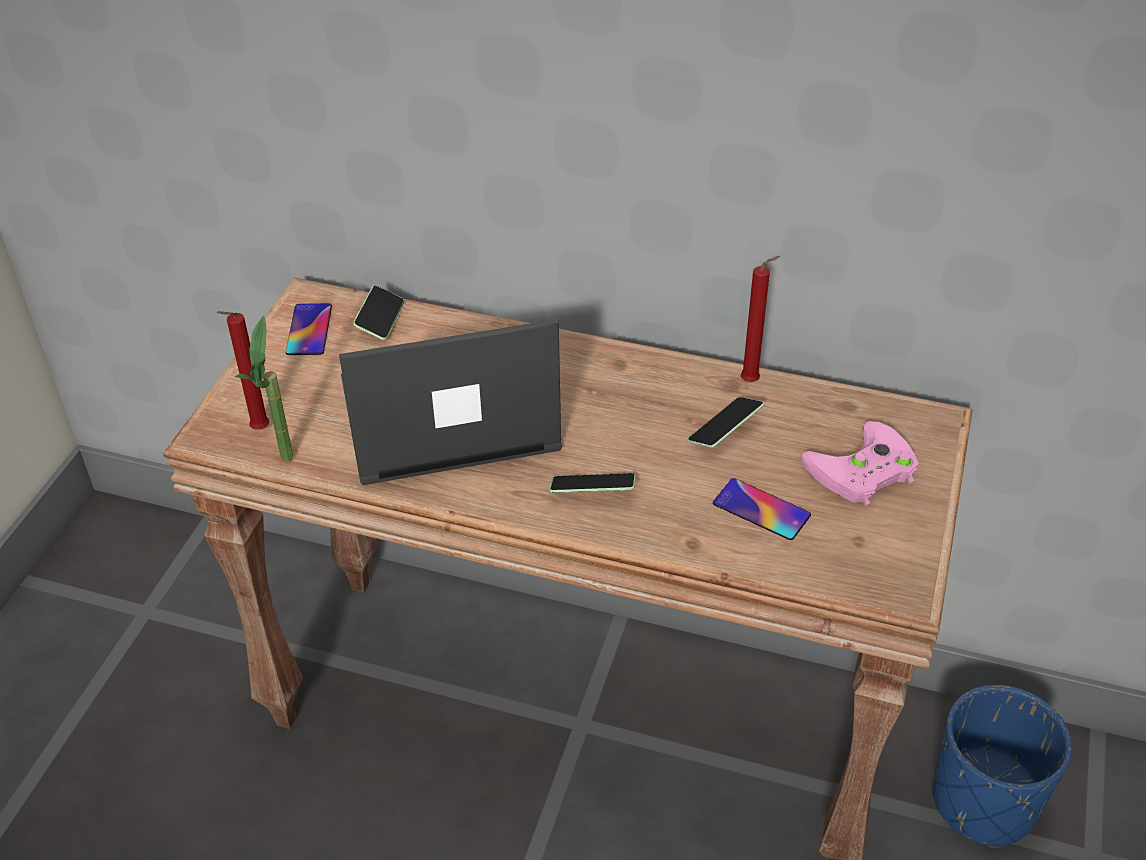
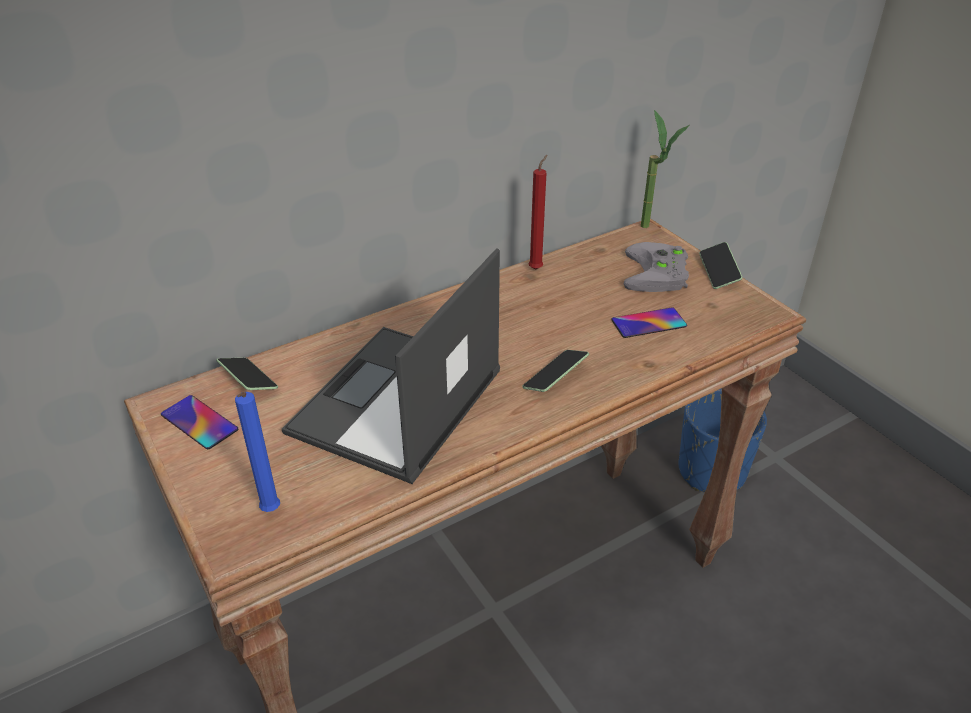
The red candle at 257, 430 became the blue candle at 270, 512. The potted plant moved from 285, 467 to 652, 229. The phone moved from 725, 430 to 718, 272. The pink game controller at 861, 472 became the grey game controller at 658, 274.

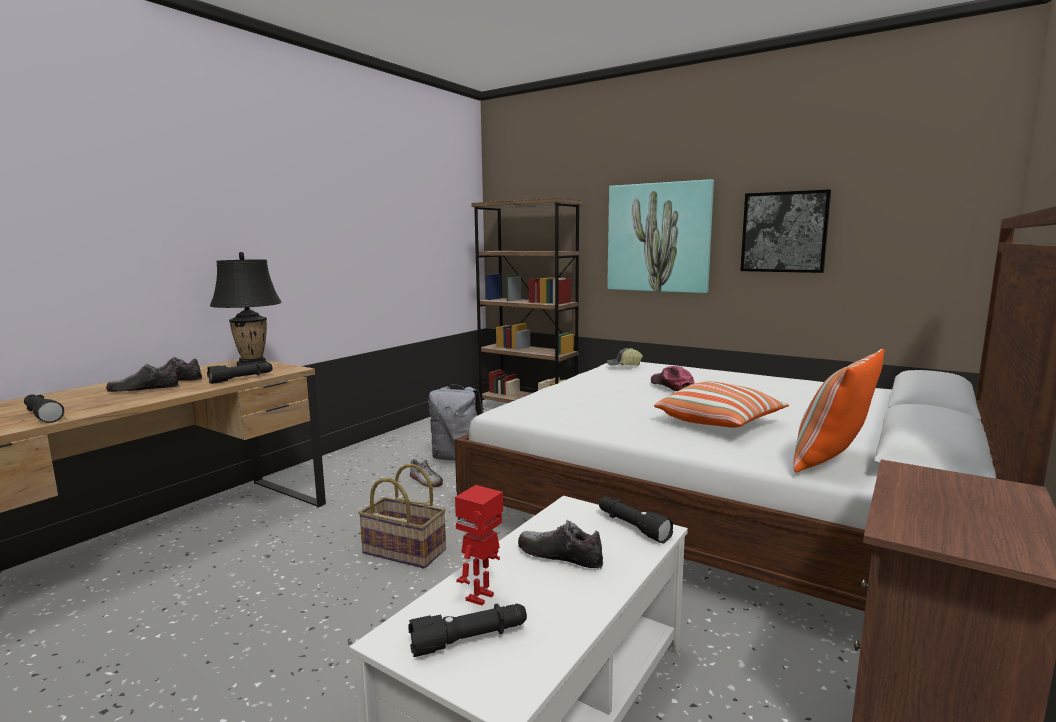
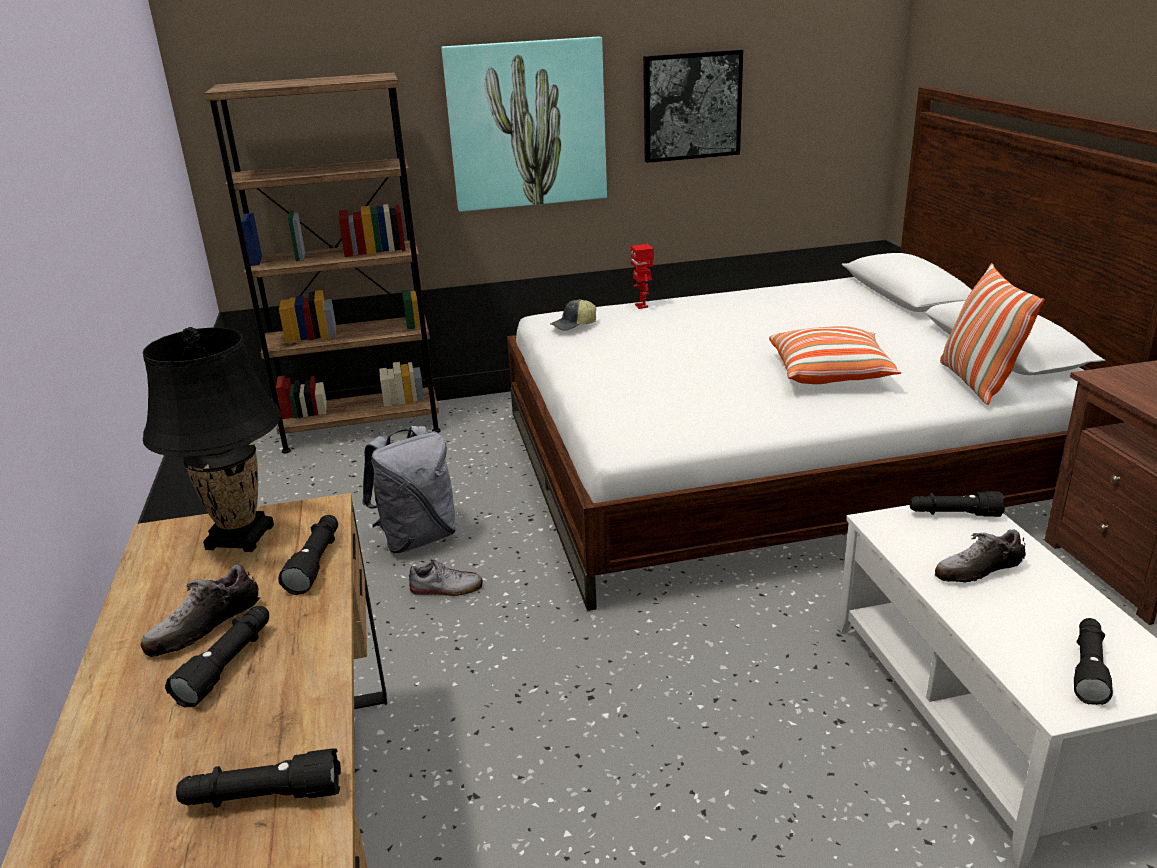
The shoe at 144, 390 was replaced by the black flashlight at 228, 664. The cap at 672, 386 disappeared. The basket at 403, 552 disappeared. The toy robot moved from 481, 597 to 642, 306.

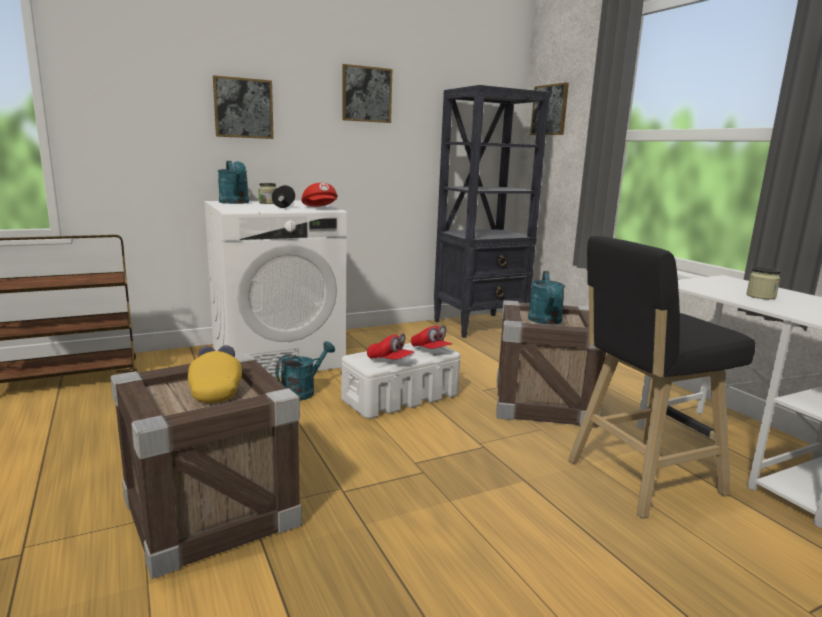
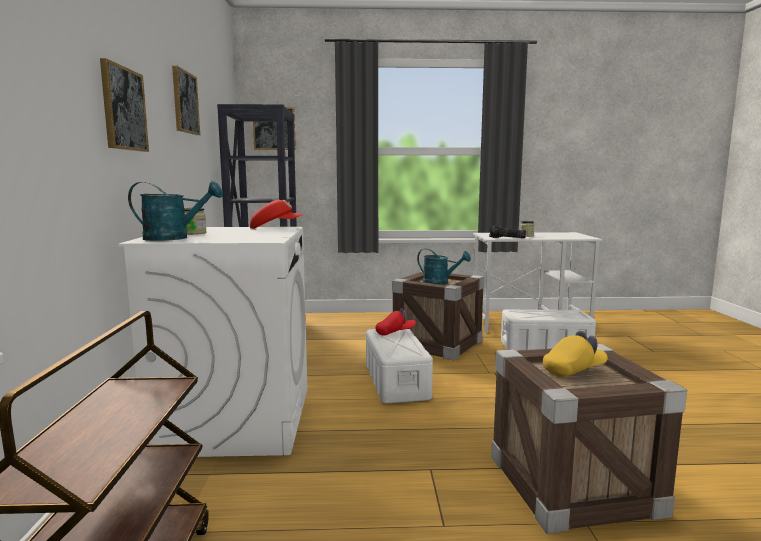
The dumbbell at 284, 206 disappeared. The black stool at 638, 478 was replaced by the white storage box at 544, 347. The red cap at 390, 360 disappeared. The turquoise watering can at 302, 391 disappeared. The yellow cap at 216, 390 turned 150 degrees clockwise. The flashlight at 506, 238 appeared.

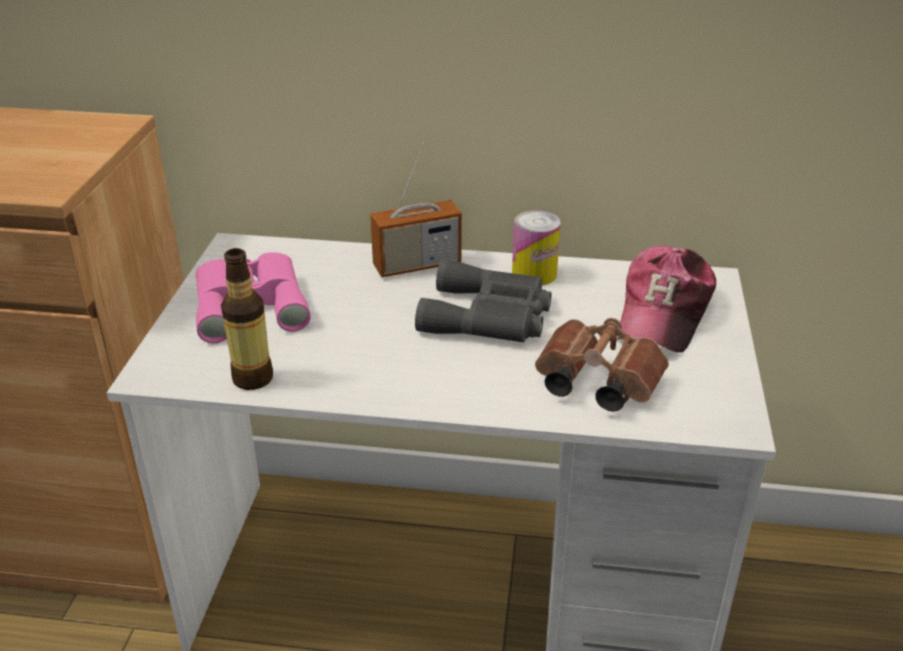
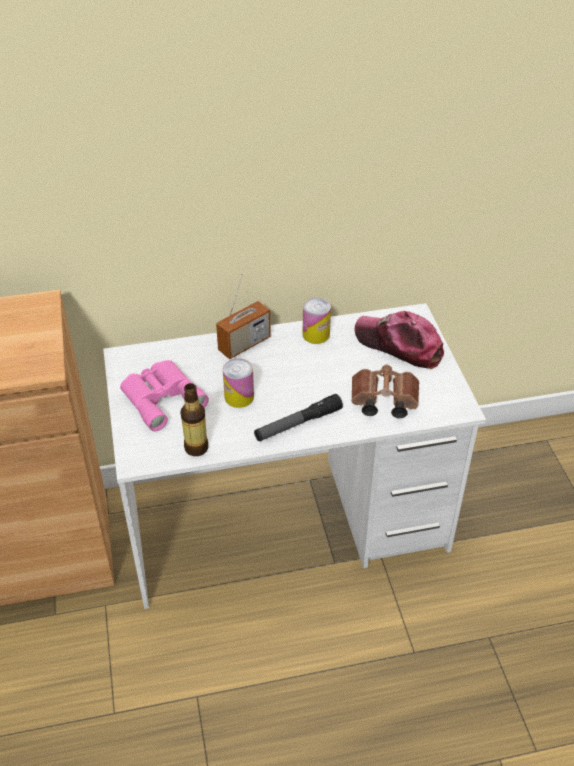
The cap at 664, 313 turned 120 degrees clockwise. The grey binoculars at 489, 316 disappeared. The can at 239, 397 appeared. The flashlight at 298, 424 appeared.

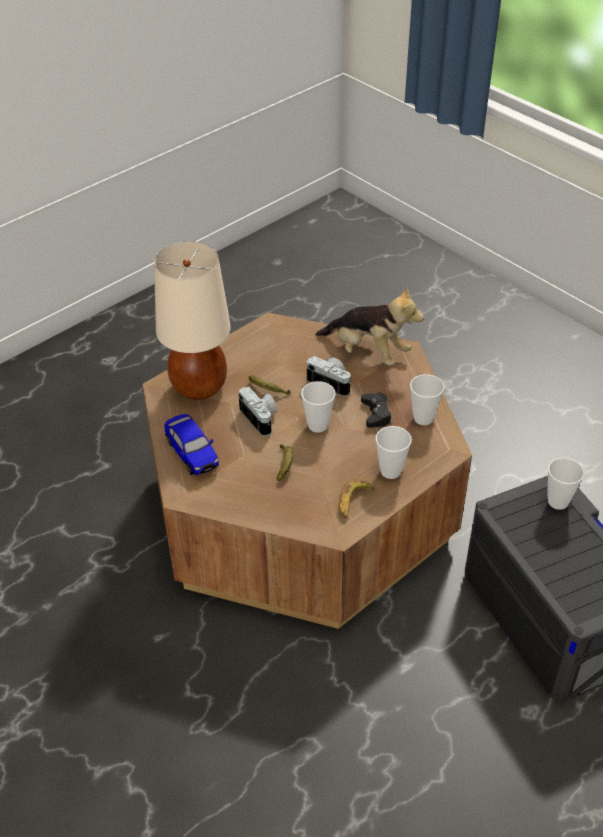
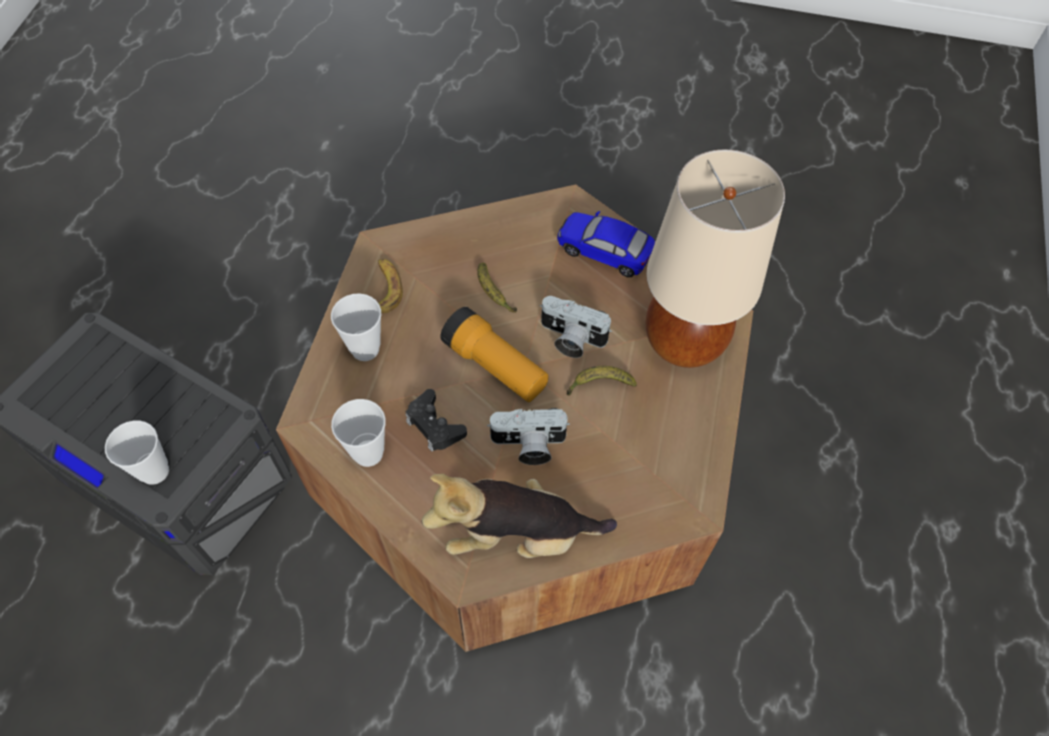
The cup at 318, 425 was replaced by the flashlight at 495, 366.

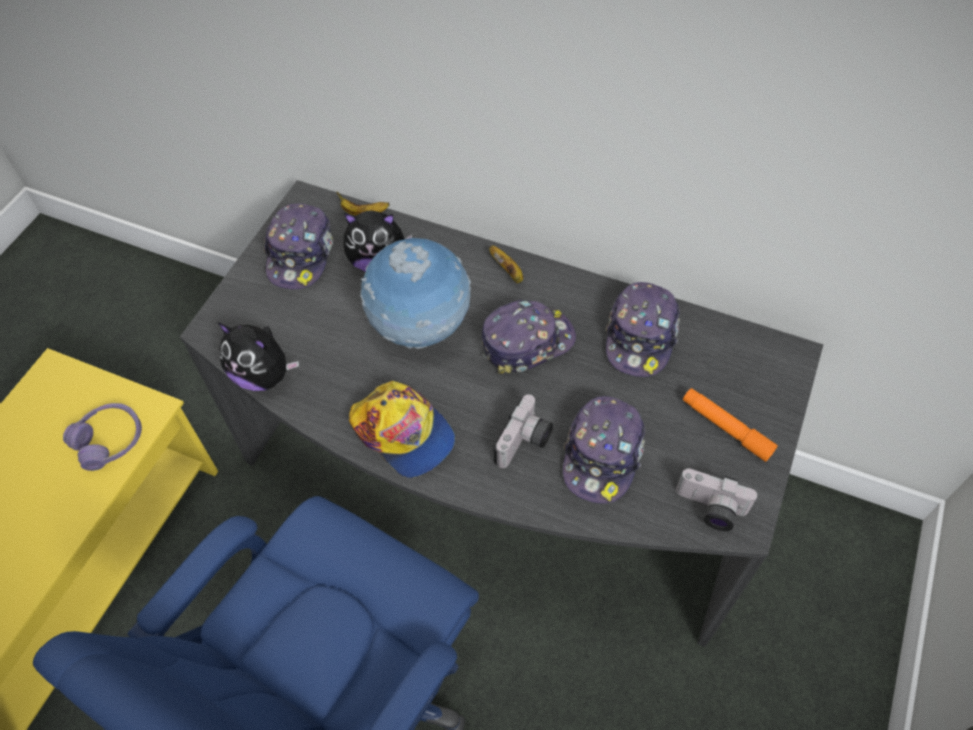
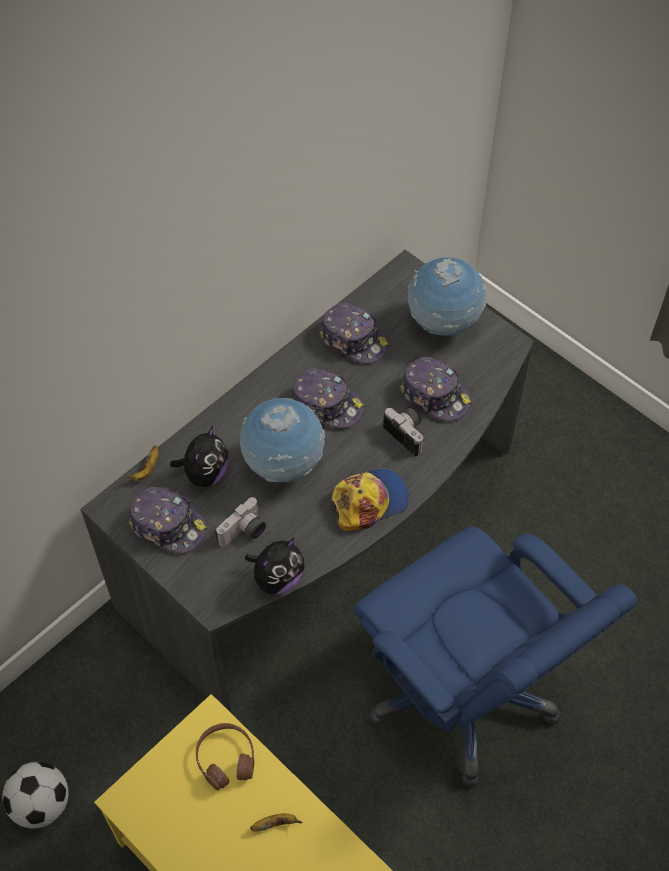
The banana moved from 508, 271 to 275, 824. The cap at 527, 342 turned 120 degrees clockwise. The orange flashlight at 726, 428 was replaced by the globe at 443, 324. The purple headphones at 110, 441 became the brown headphones at 226, 759. The photo camera moved from 709, 509 to 244, 532. The football at 41, 804 appeared.

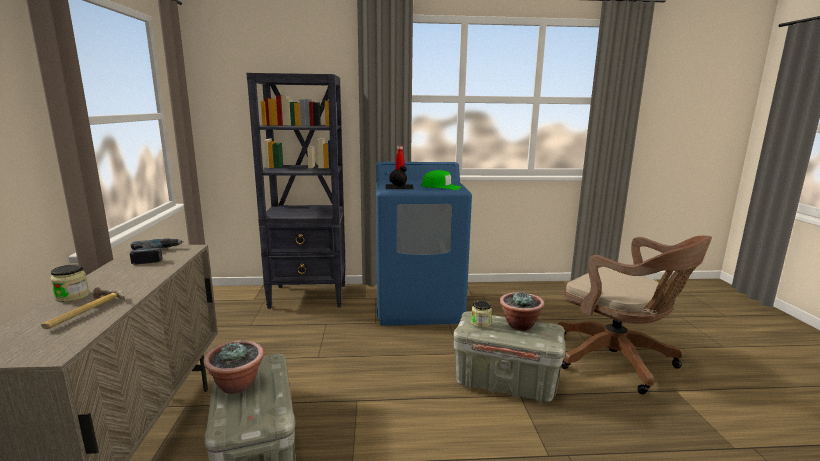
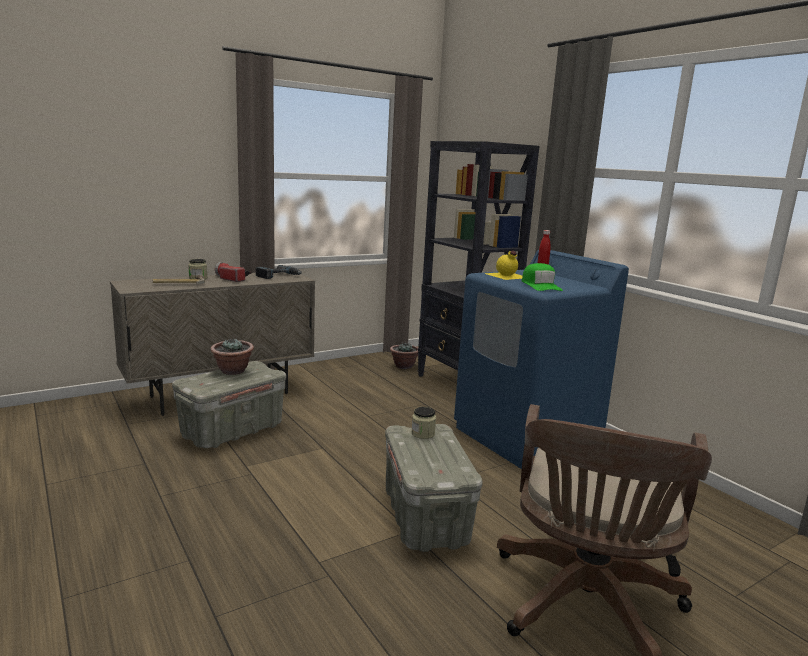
The black bottle at 399, 186 became the yellow bottle at 507, 275. The potted plant moved from 519, 325 to 404, 366. The flashlight at 230, 278 appeared.

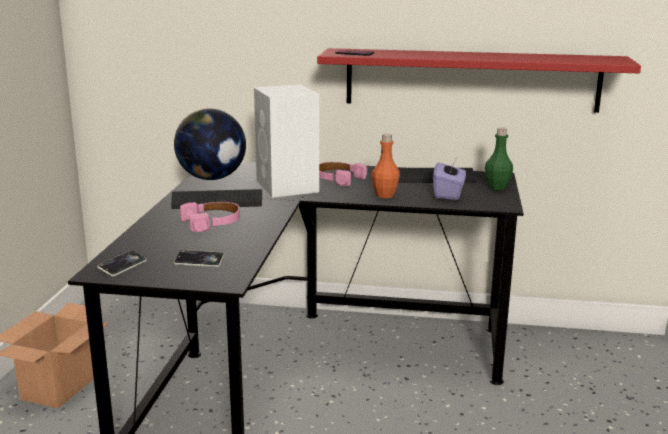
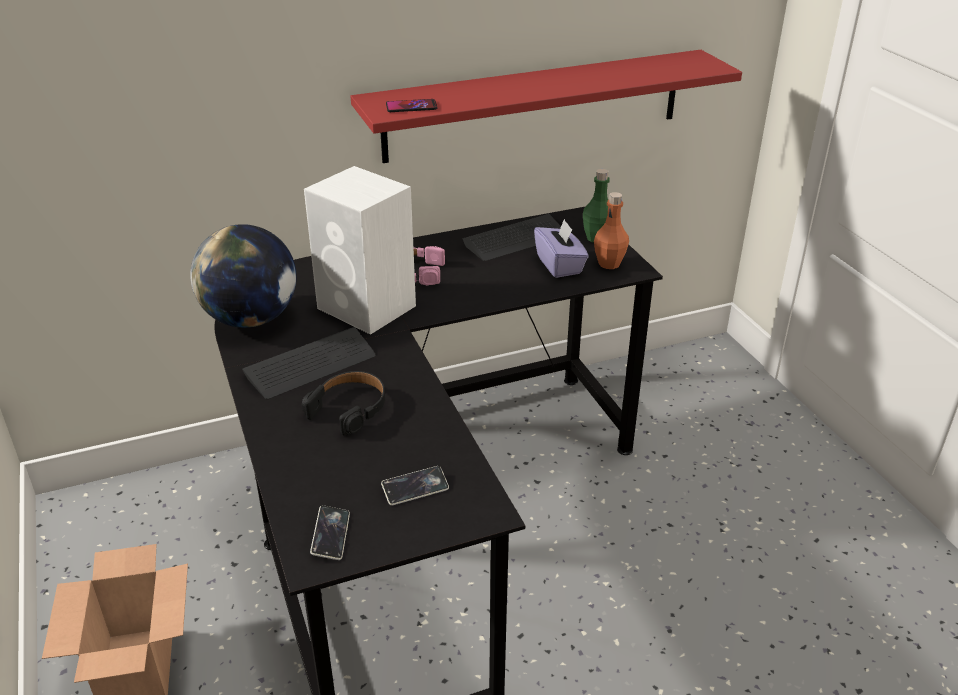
The orange bottle moved from 385, 195 to 609, 264. The pink headphones at 212, 222 became the black headphones at 349, 408.

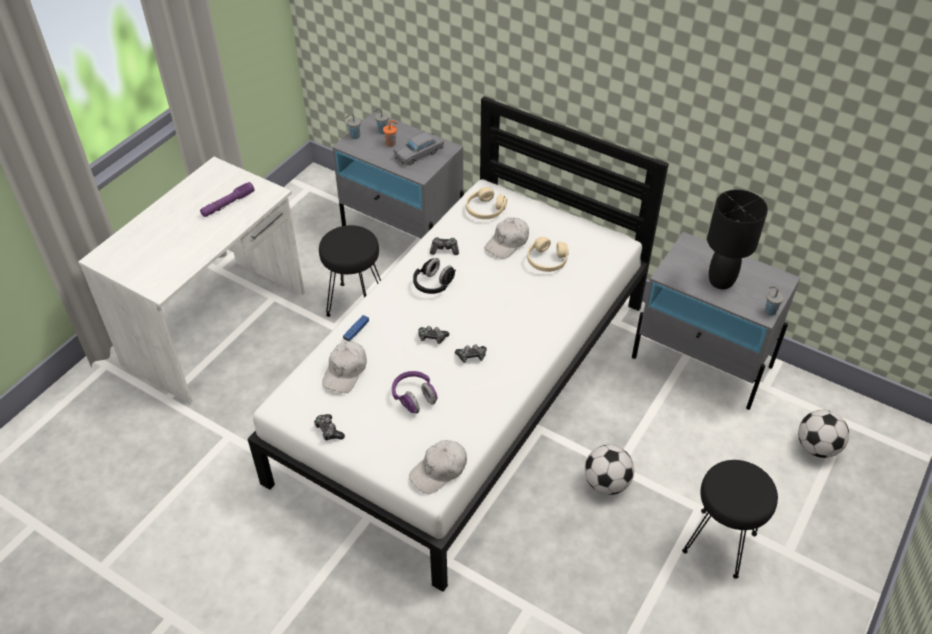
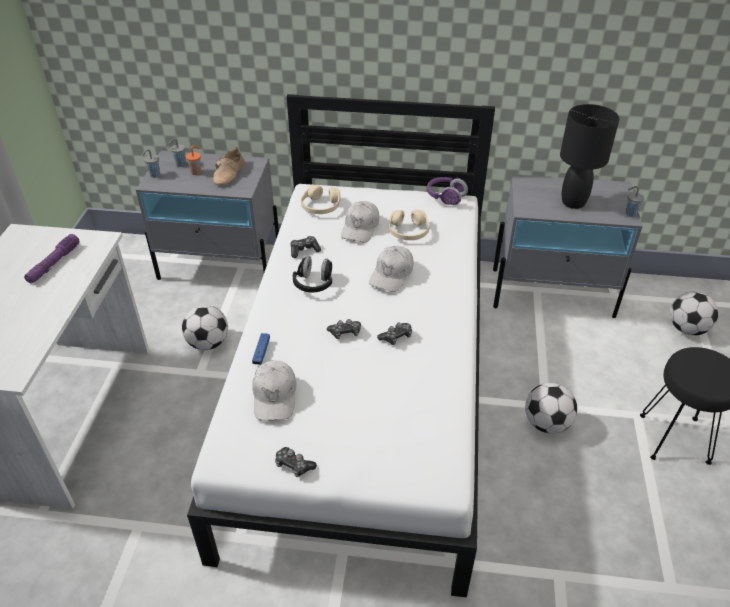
The grey toy car at 419, 154 was replaced by the beige shoe at 230, 174. The black stool at 355, 303 was replaced by the football at 208, 343. The purple headphones moved from 414, 398 to 446, 197. The white cap moved from 439, 470 to 392, 274.

